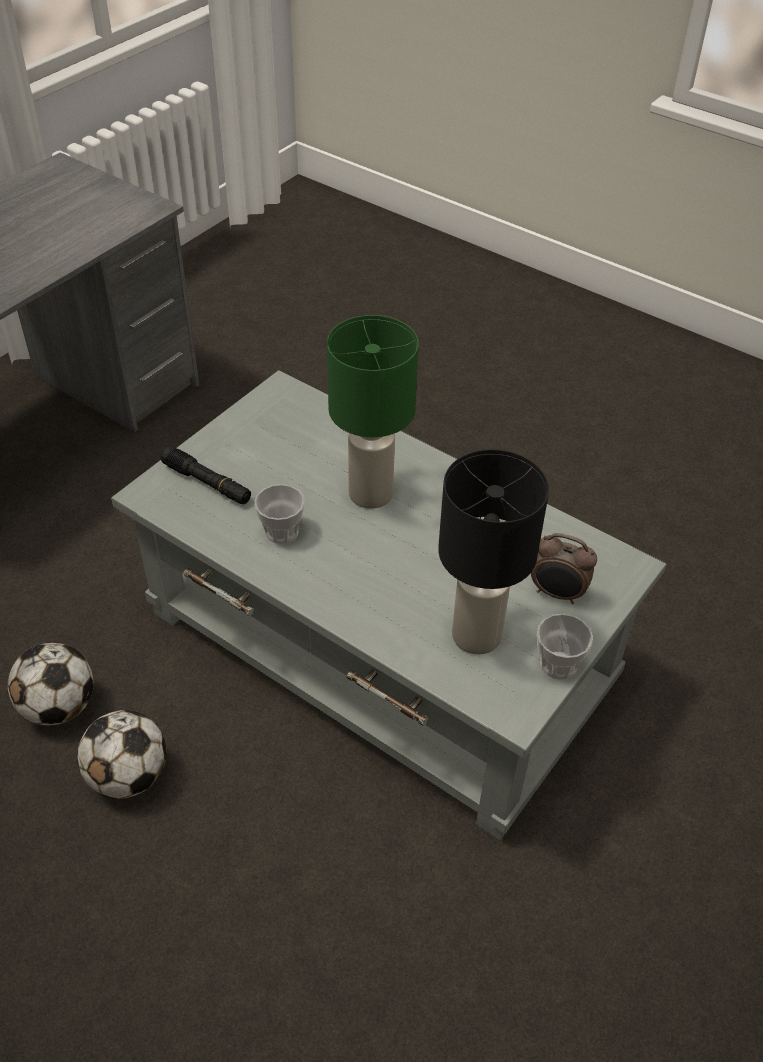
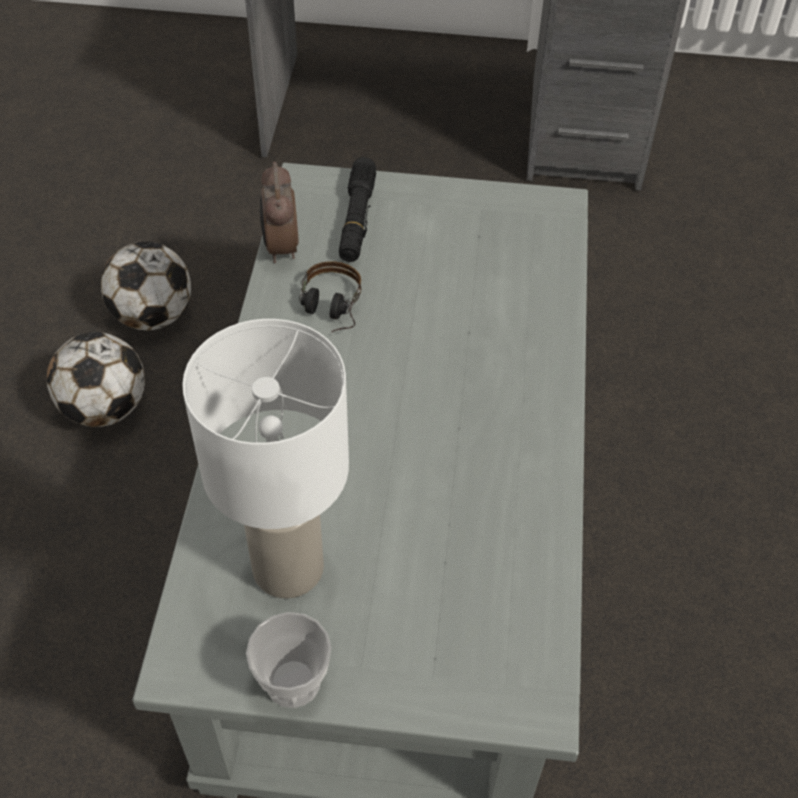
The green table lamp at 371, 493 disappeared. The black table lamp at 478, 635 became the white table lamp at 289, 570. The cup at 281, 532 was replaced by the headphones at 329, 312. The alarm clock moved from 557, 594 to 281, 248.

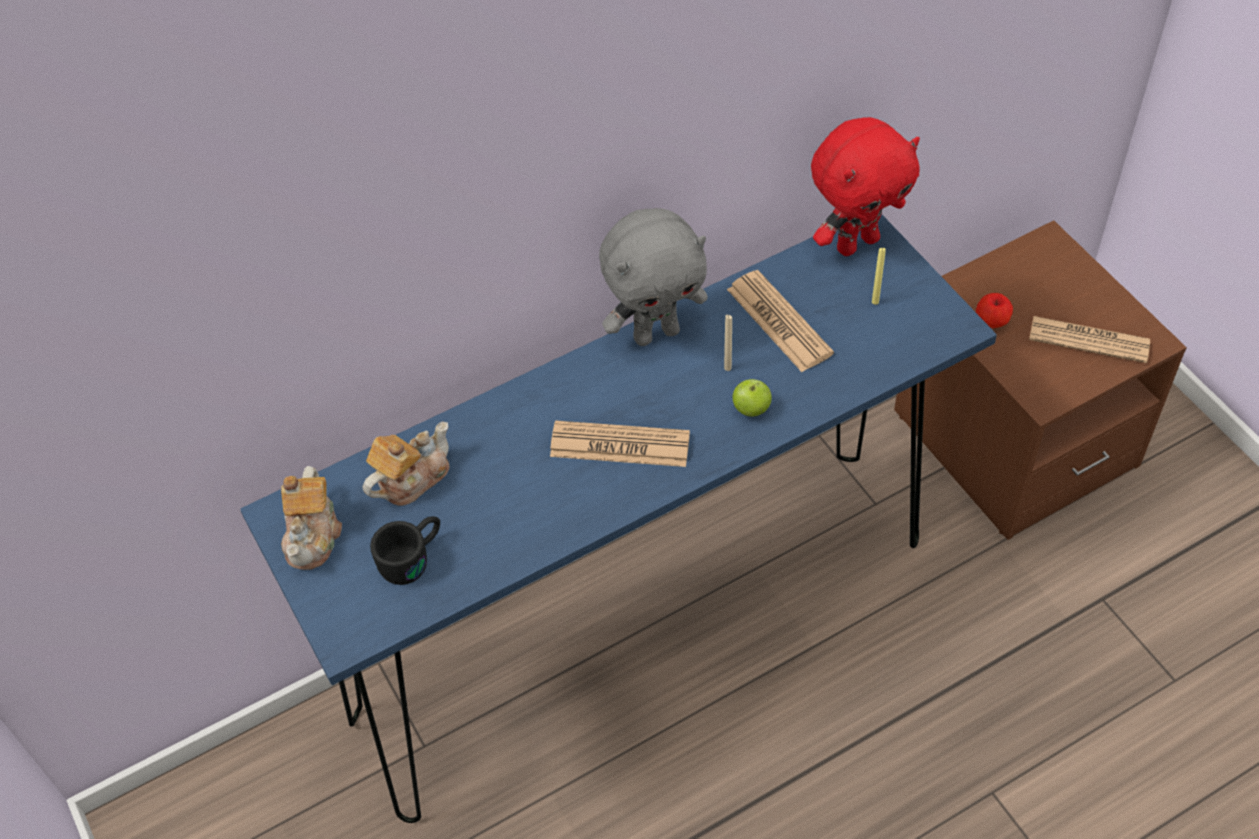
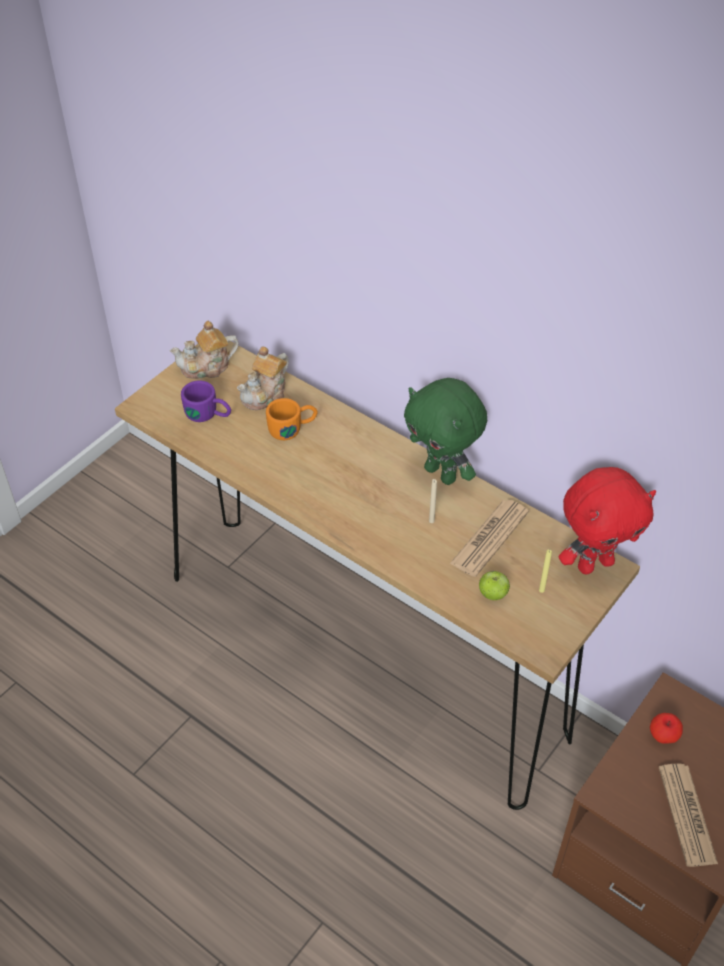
The red plush toy at 856, 243 turned 60 degrees counterclockwise. The grey plush toy at 656, 333 became the green plush toy at 442, 474. The blue console table at 642, 627 became the brown console table at 362, 653. The apple moved from 751, 409 to 492, 594. The newspaper at 620, 445 disappeared. The teapot at 411, 478 turned 105 degrees clockwise. The black mug at 413, 557 became the purple mug at 208, 415. The orange mug at 293, 428 appeared.

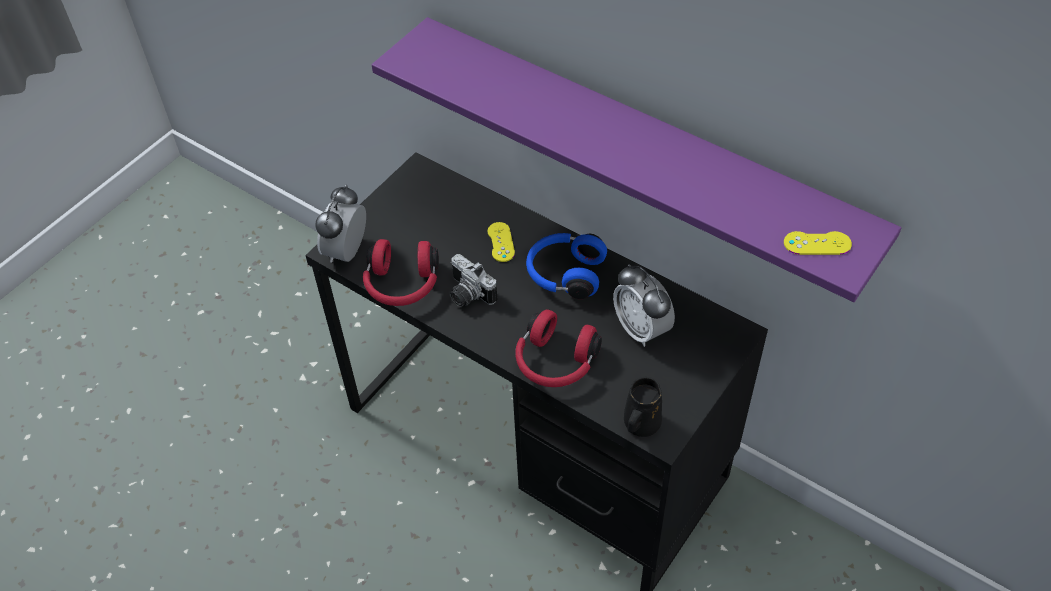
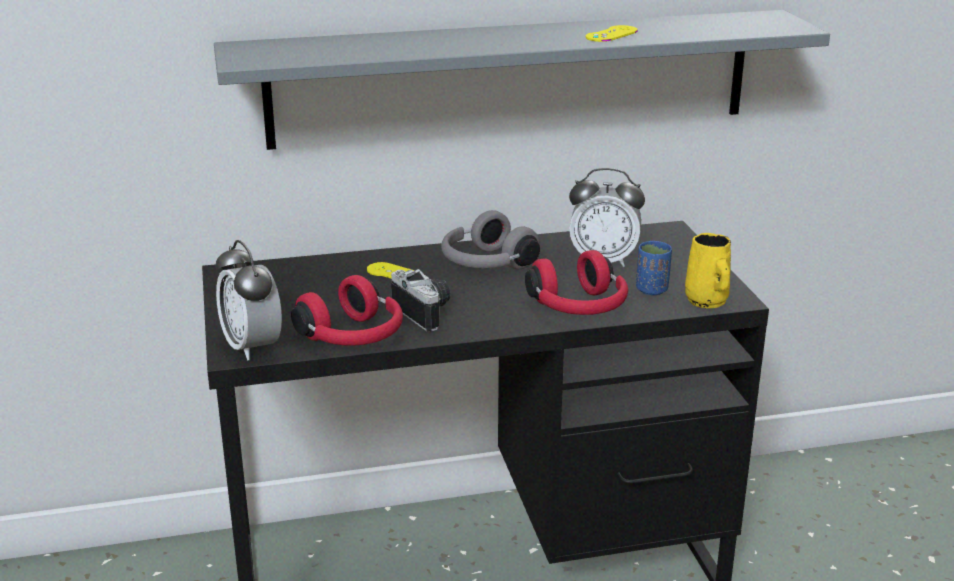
The purple shelf at 640, 149 became the grey shelf at 512, 78. The yellow game controller moved from 817, 243 to 611, 34. The blue headphones at 564, 274 became the grey headphones at 486, 264. The photo camera at 467, 295 turned 120 degrees counterclockwise. The black mug at 640, 425 became the yellow mug at 707, 302. The blue cup at 652, 290 appeared.

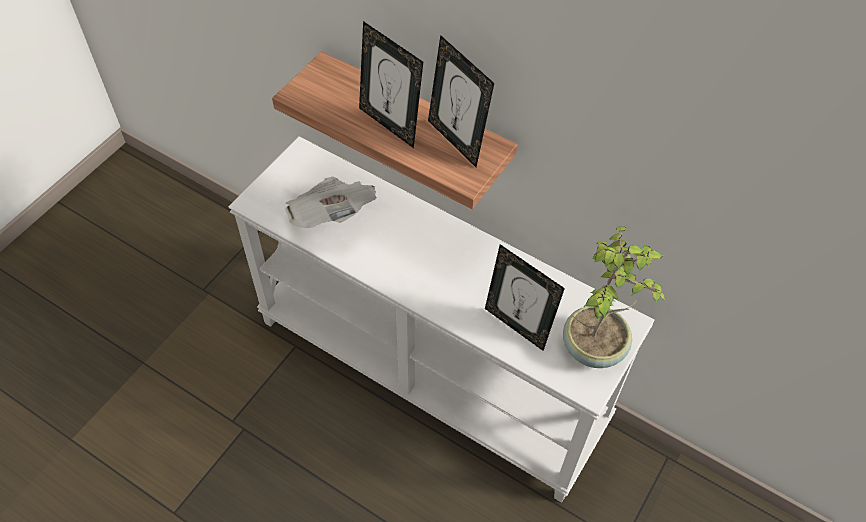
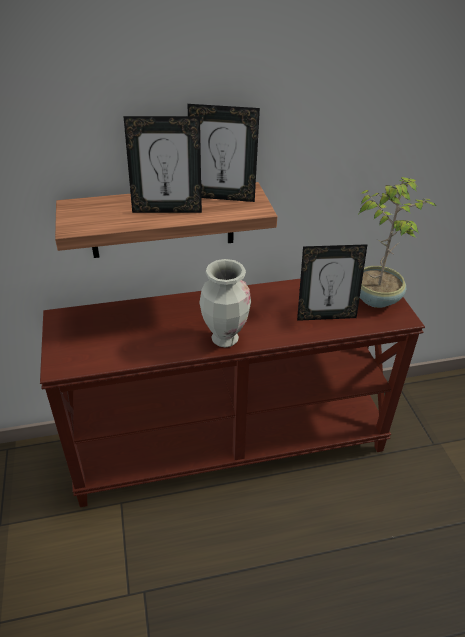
The white console table at 432, 370 became the brown console table at 230, 443. The newspaper at 332, 216 disappeared. The vase at 224, 339 appeared.

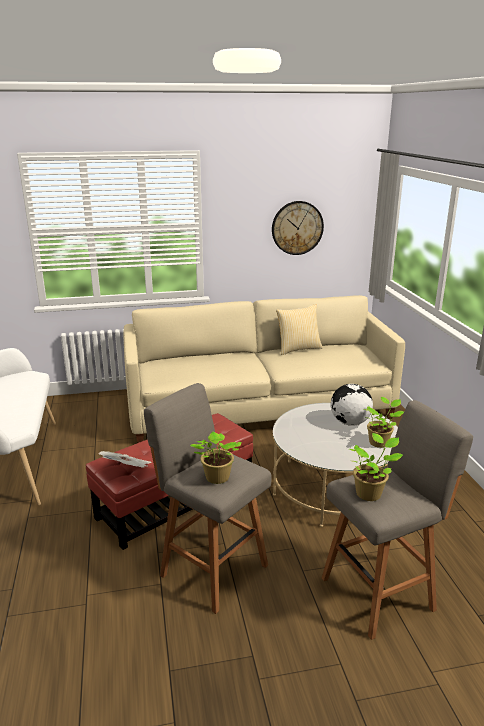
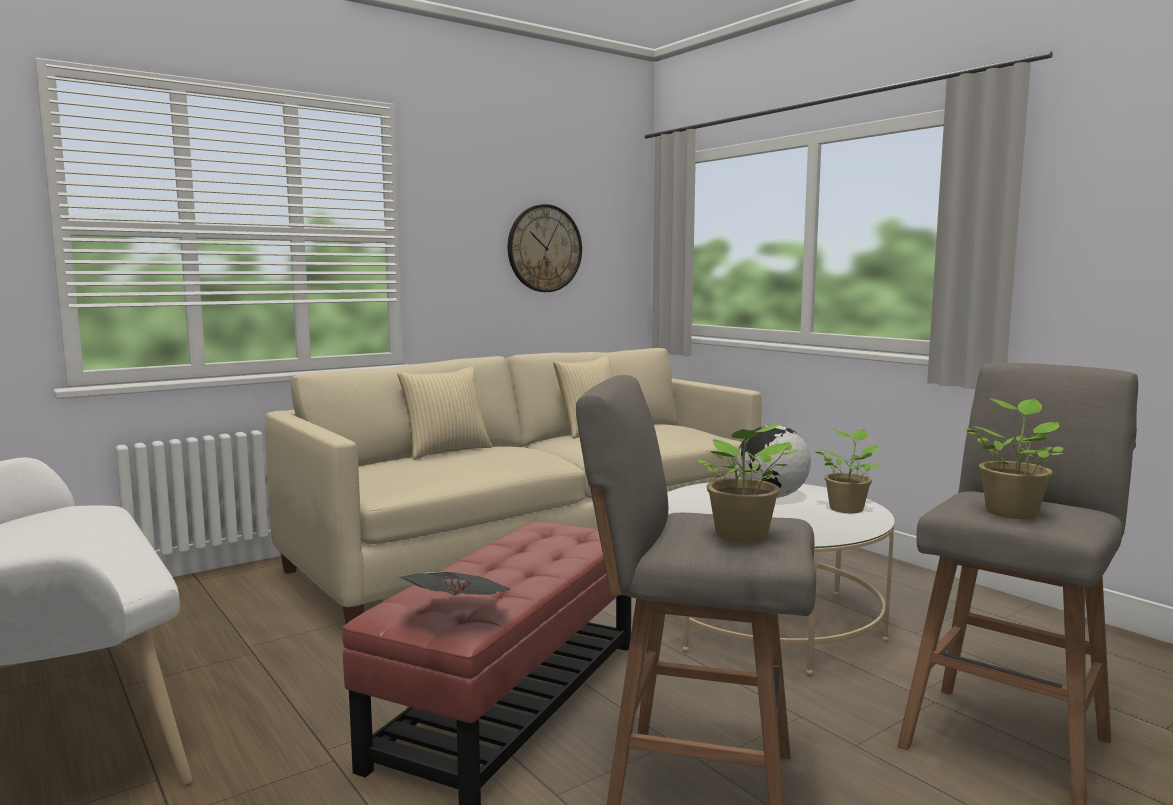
The pillow at 445, 451 appeared.

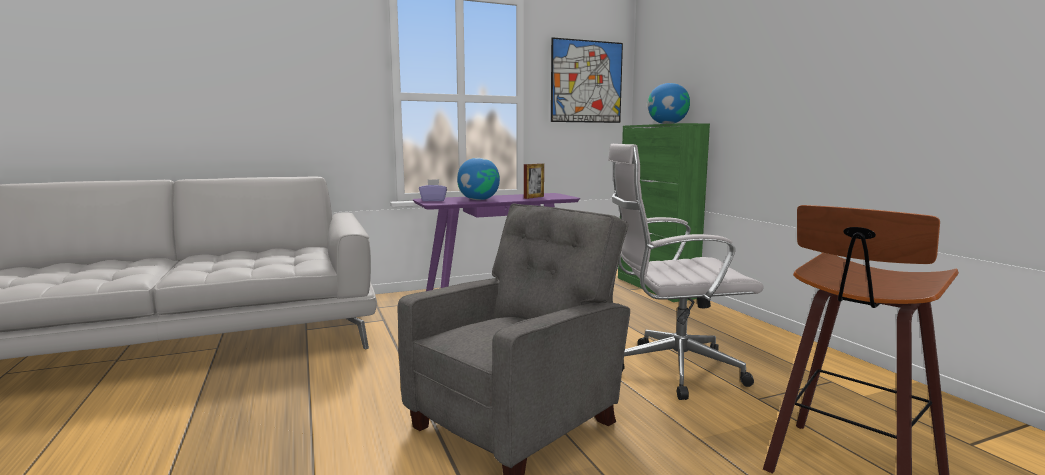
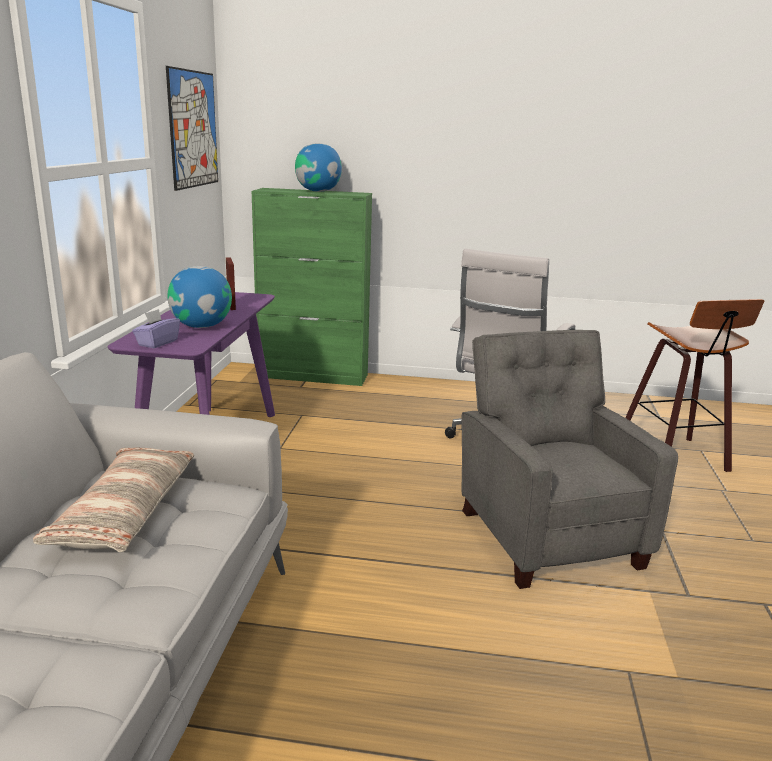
The pillow at 125, 512 appeared.

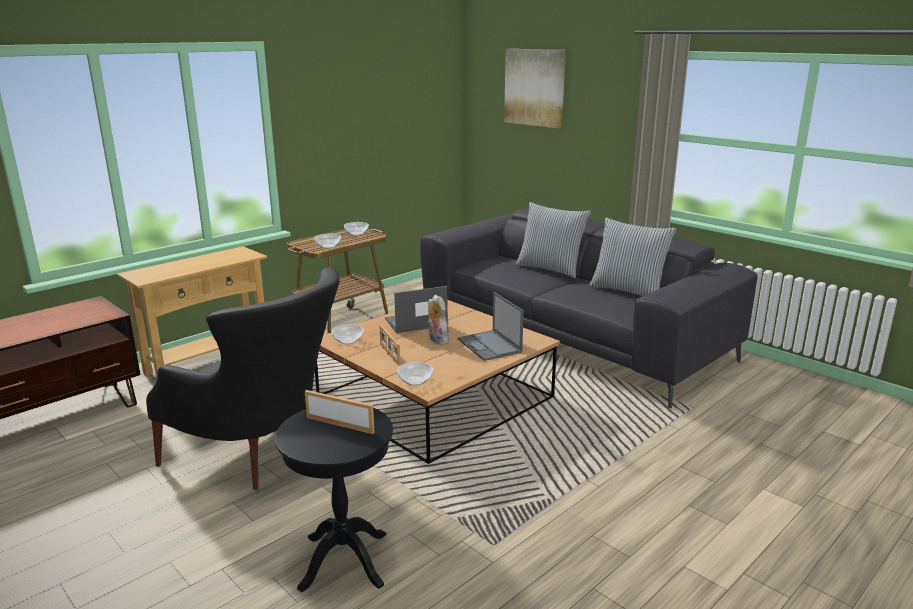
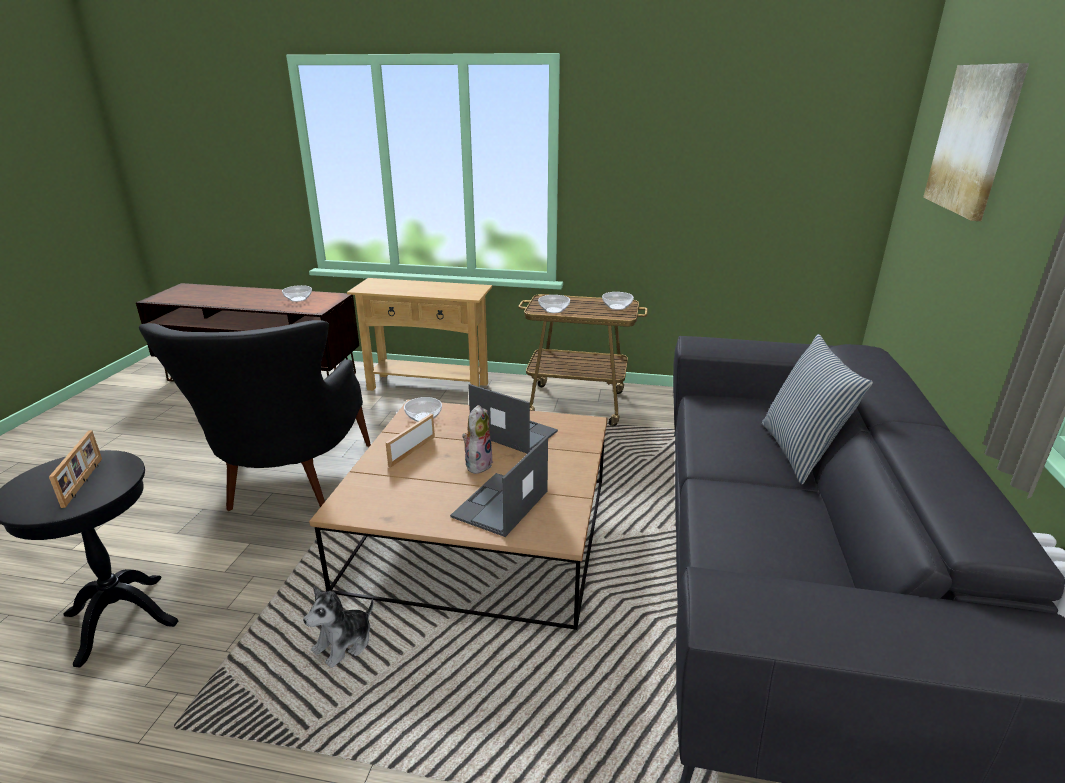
The pillow at 628, 290 disappeared. The bowl moved from 415, 381 to 298, 299. The plush toy at 344, 643 appeared.

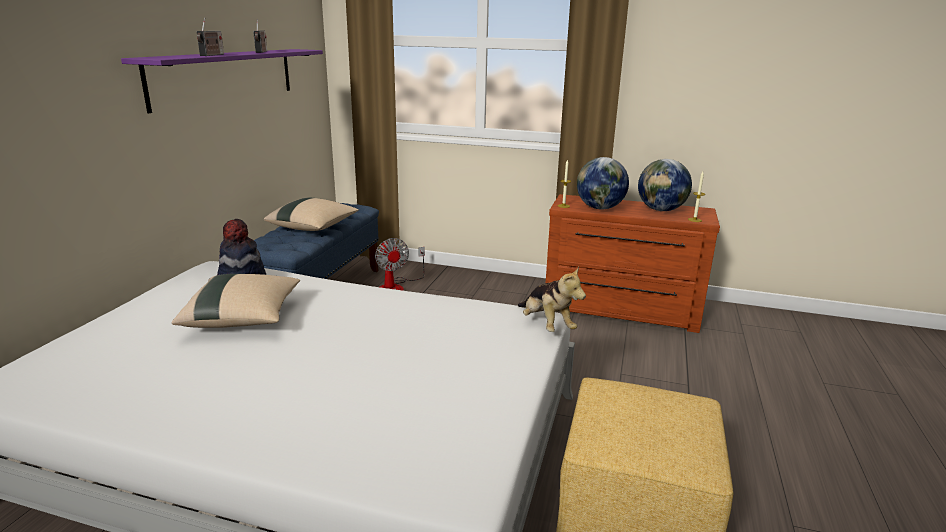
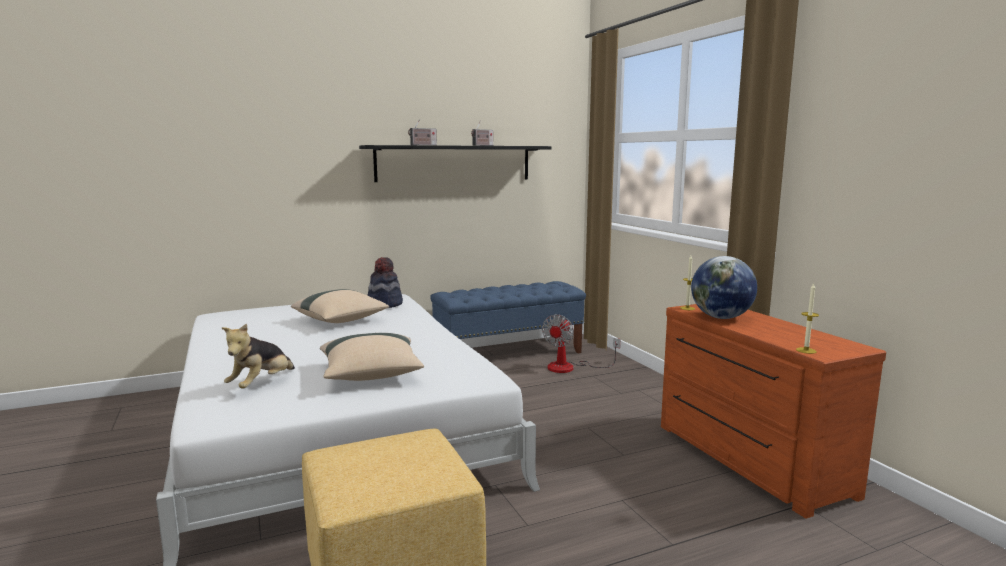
The purple shelf at 226, 76 became the black shelf at 454, 163. The globe at 661, 210 disappeared. The beige pillow moved from 313, 228 to 371, 375. The plush toy moved from 546, 325 to 261, 384.

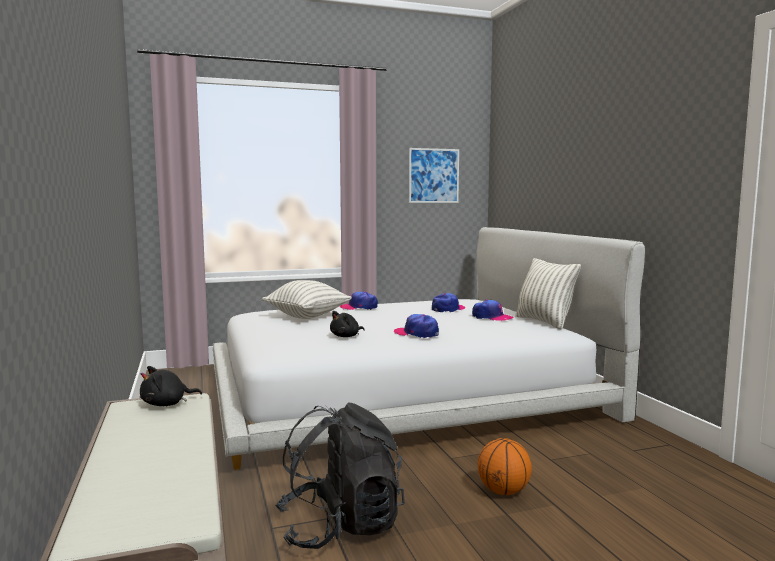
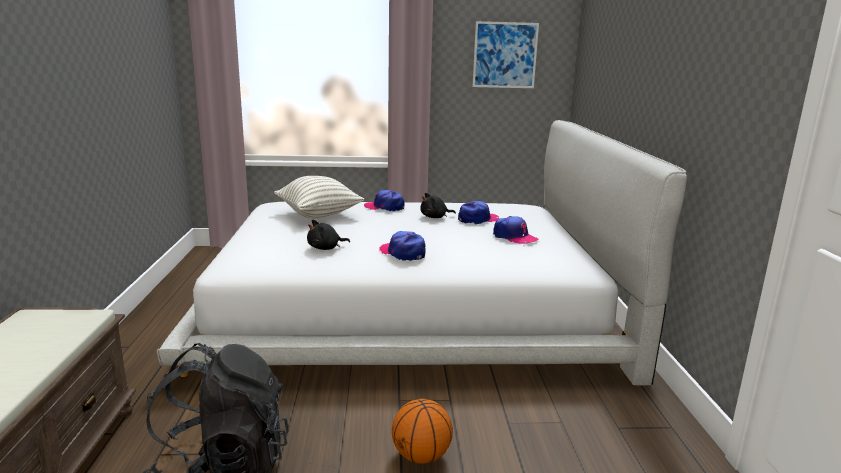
The pillow at 544, 322 disappeared. The black plush toy moved from 167, 404 to 435, 217.

